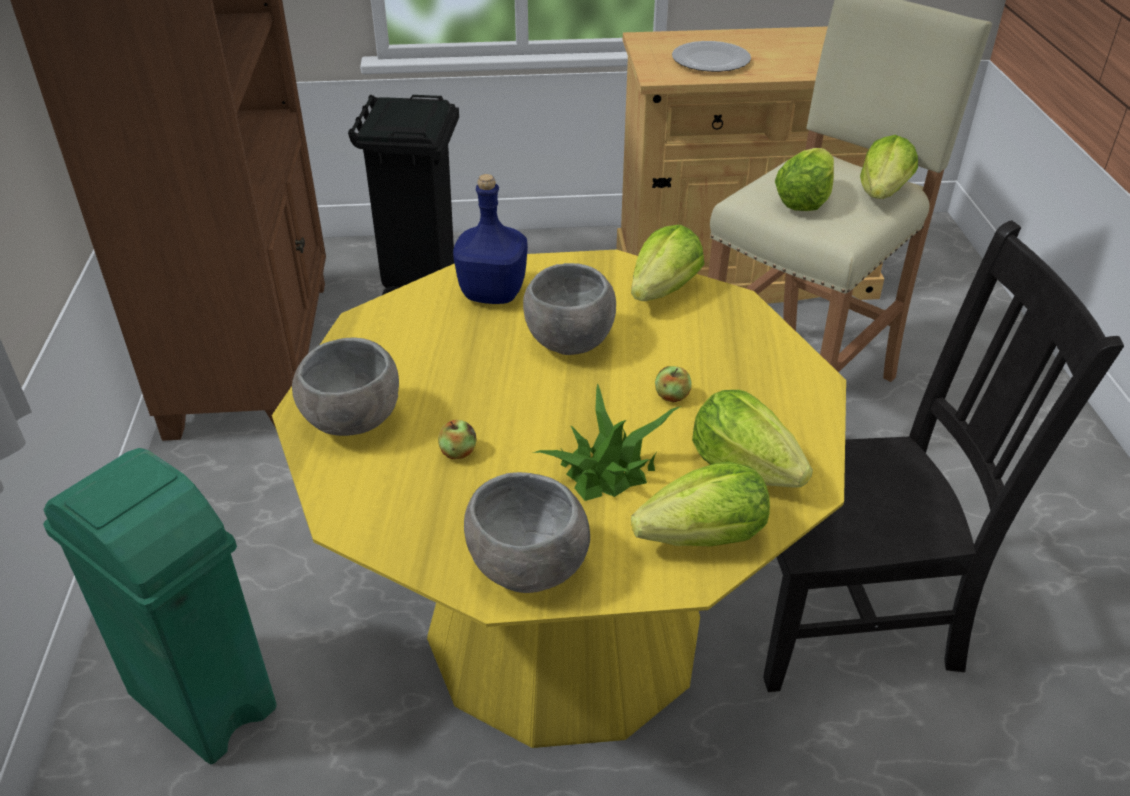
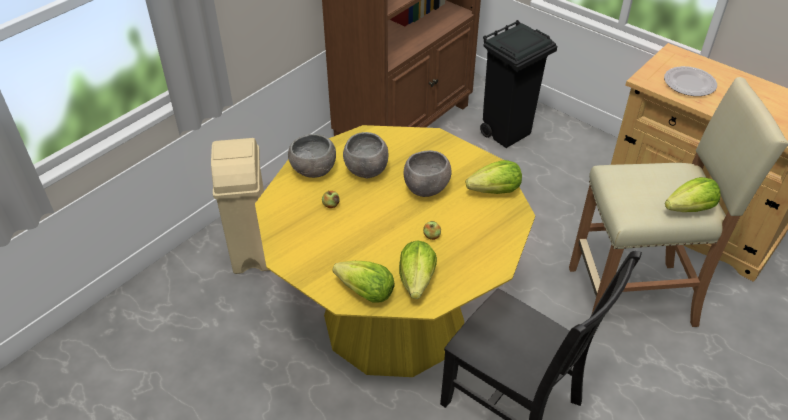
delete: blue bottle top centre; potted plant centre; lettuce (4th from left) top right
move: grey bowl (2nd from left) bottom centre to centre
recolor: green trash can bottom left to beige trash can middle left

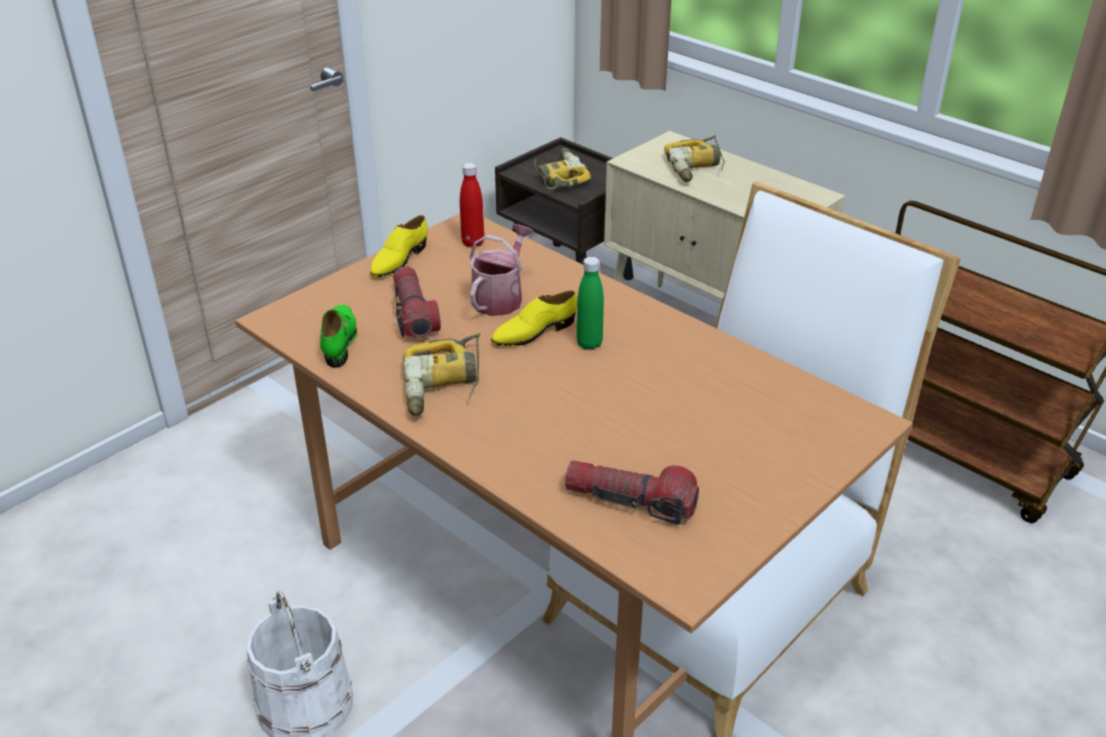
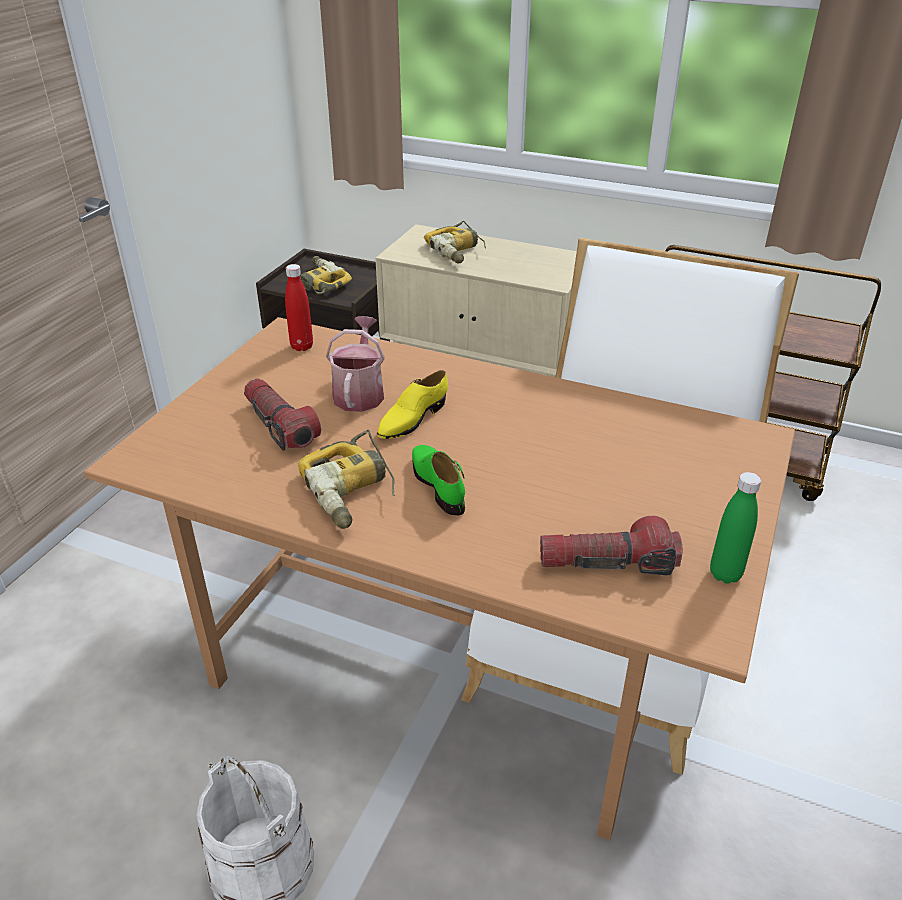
delete: yellow shoe (1st from left) centre
move: green shoe middle left to centre; green bottle centre to middle right

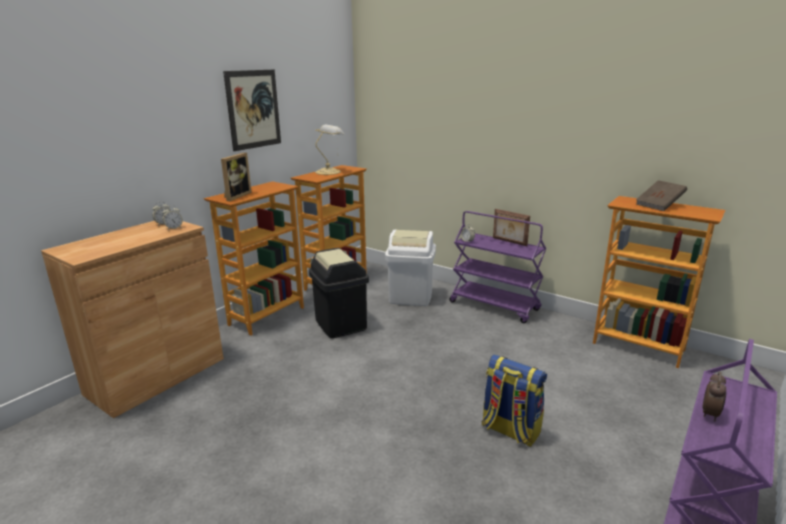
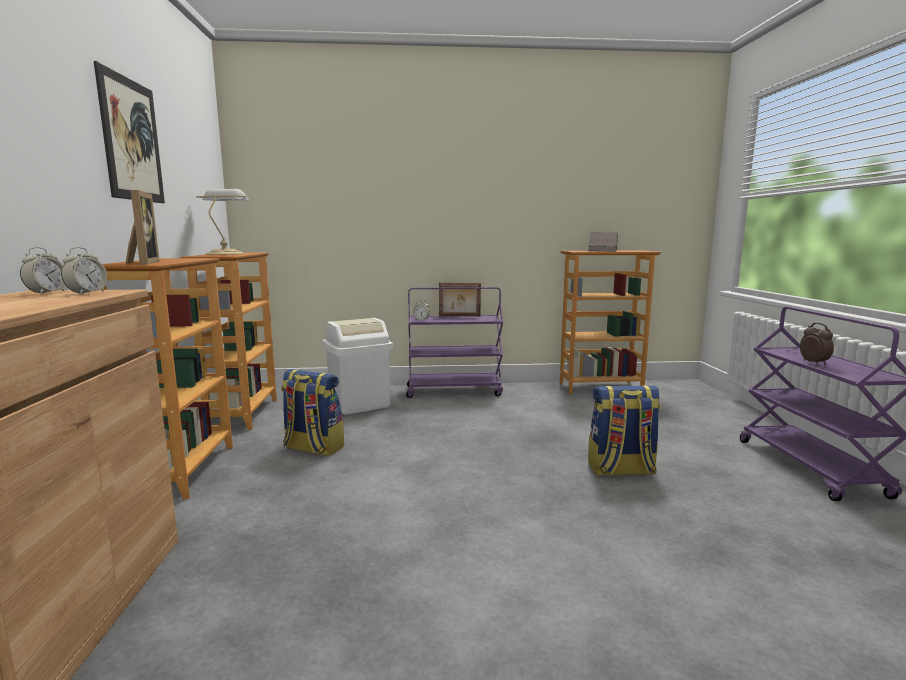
replace: black trash can centre to backpack (1st from left) centre

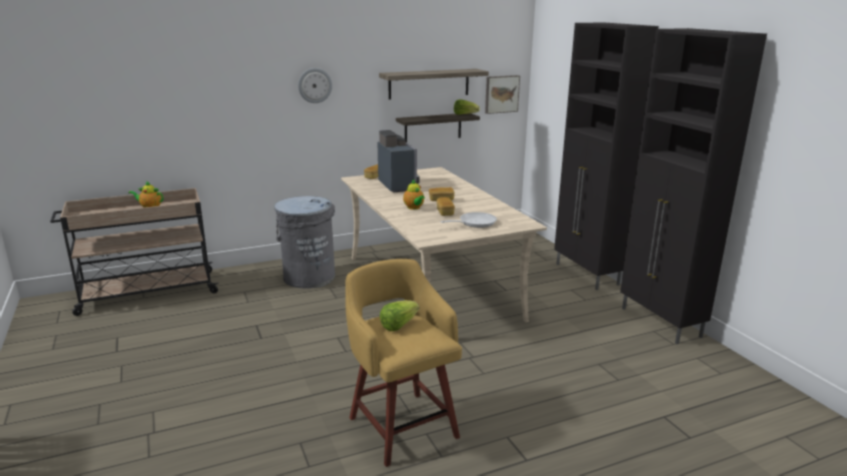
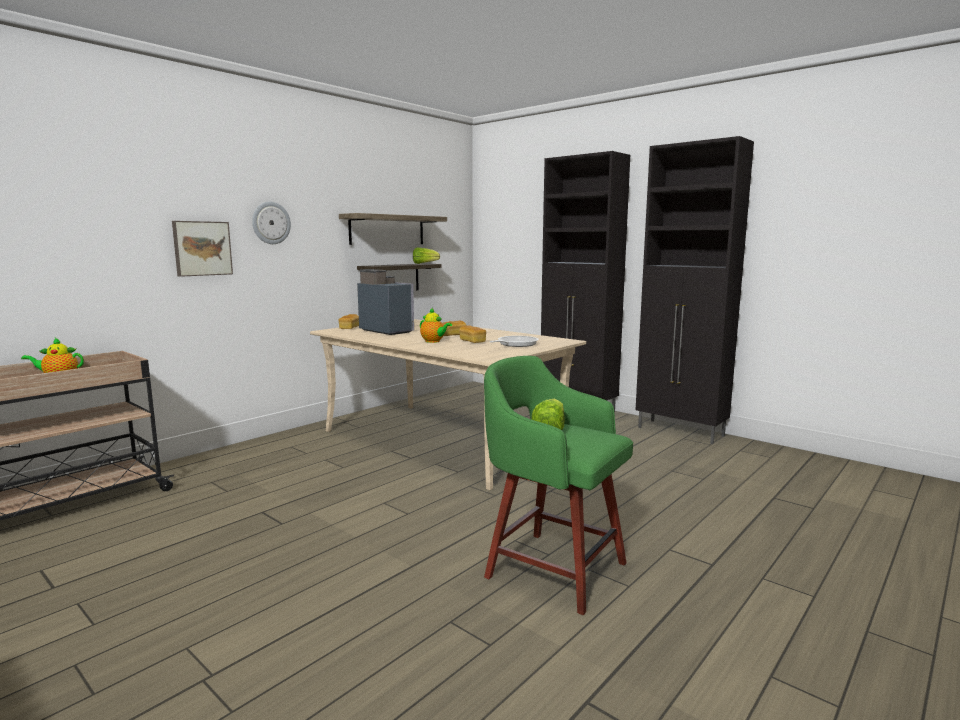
delete: grey trash can centre
move: picture top centre to middle left
recolor: yellow stool bottom centre to green stool bottom centre

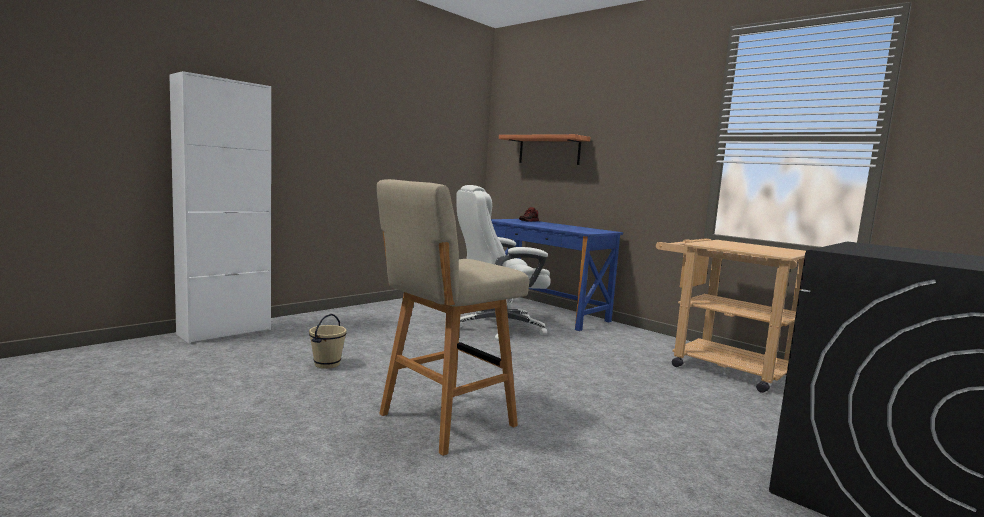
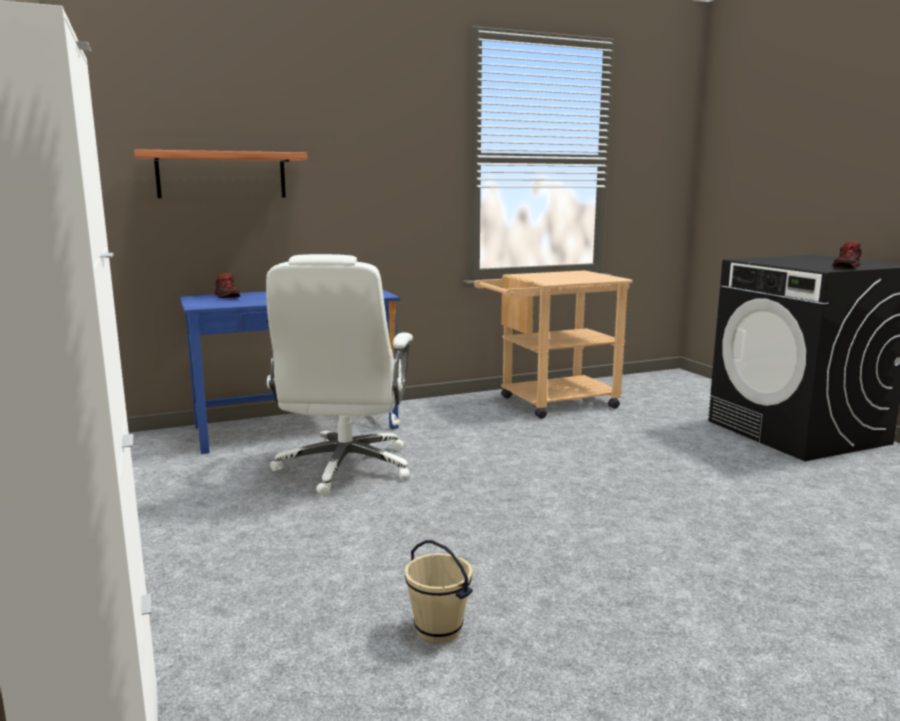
delete: beige stool centre
insert: shoe (2nd from left) middle right

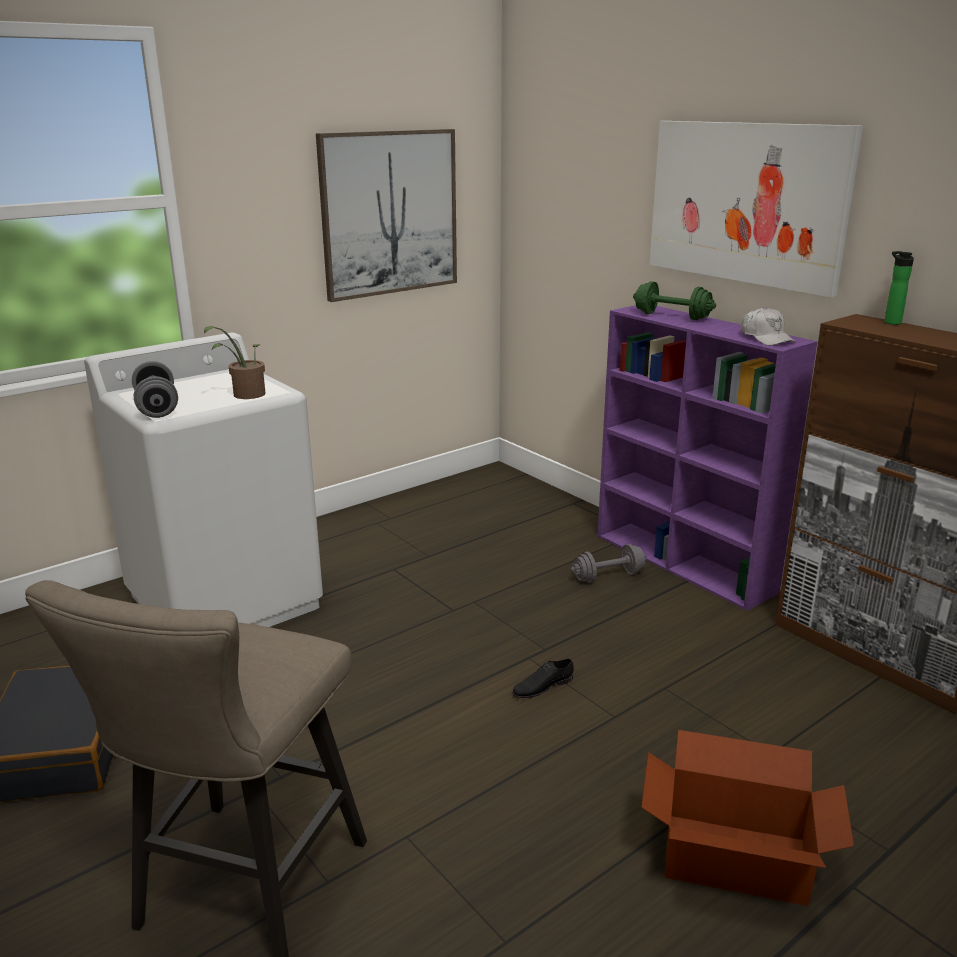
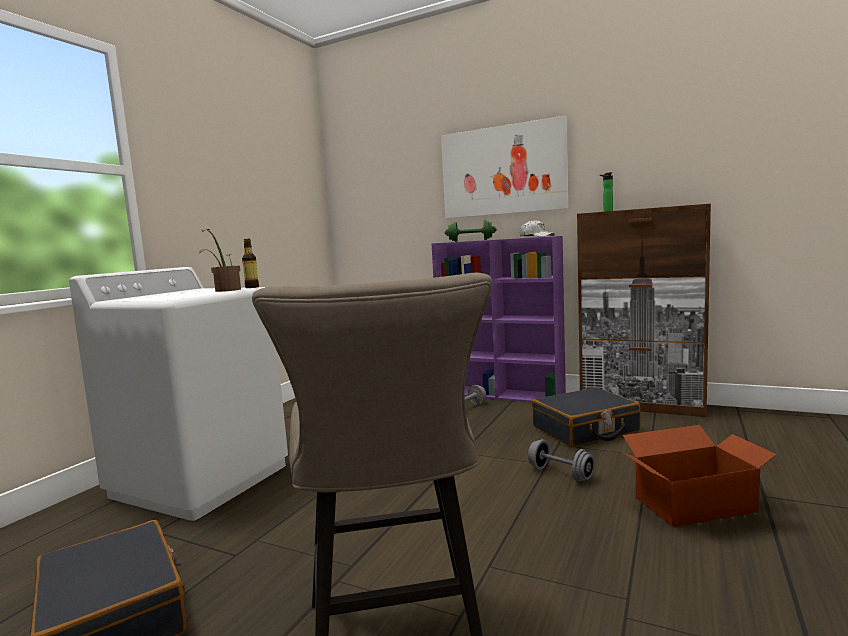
delete: picture (1st from left) top centre; black shoe bottom centre
insert: bottle (1st from left) middle left; black suitcase (2nd from left) middle right
move: grey dumbbell (1st from left in the first image) middle left to grey dumbbell (2nd from left) bottom centre

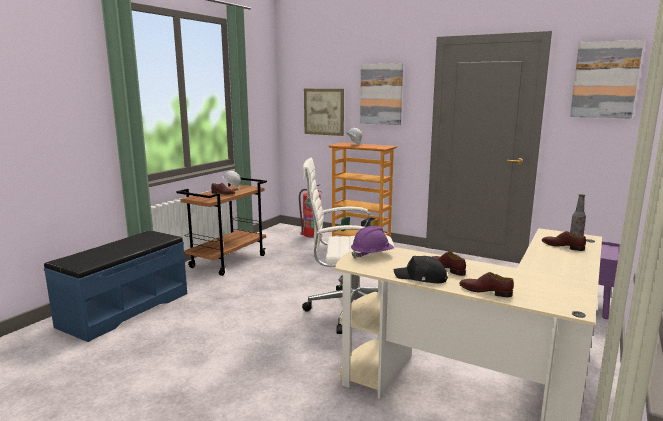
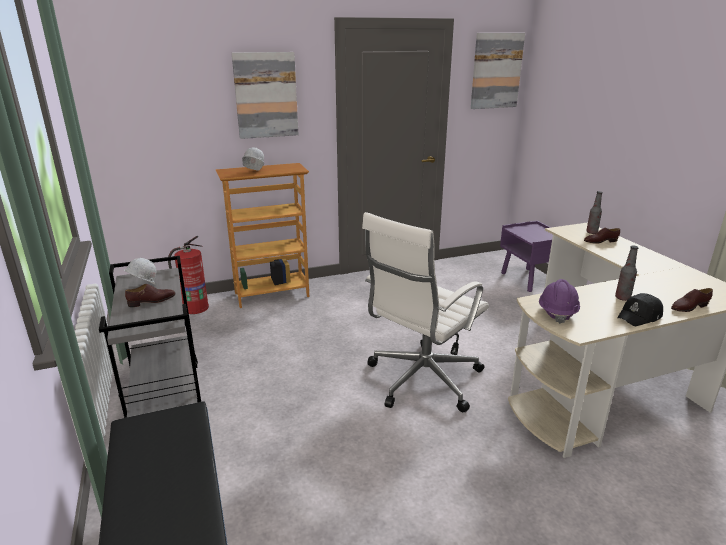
delete: picture (1st from left) top centre
replace: brown shoe (2nd from left) middle right to bottle (2nd from left) middle right
recolor: brown cart centre to grey cart middle left

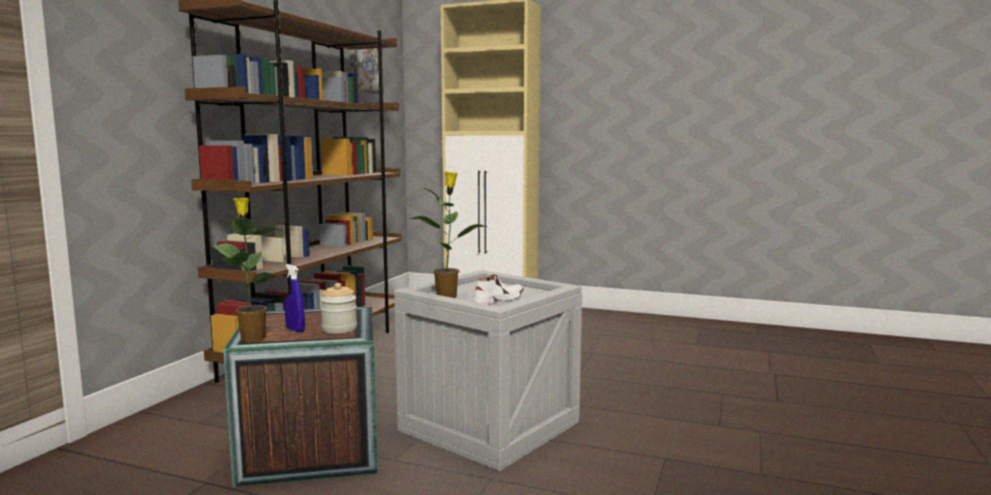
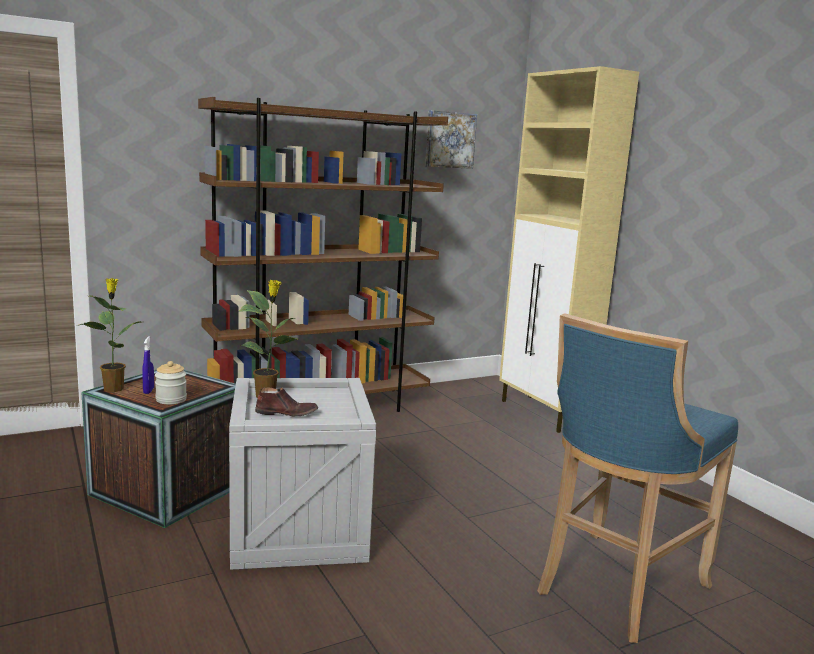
insert: blue stool bottom right
recolor: white shoe centre to brown shoe centre

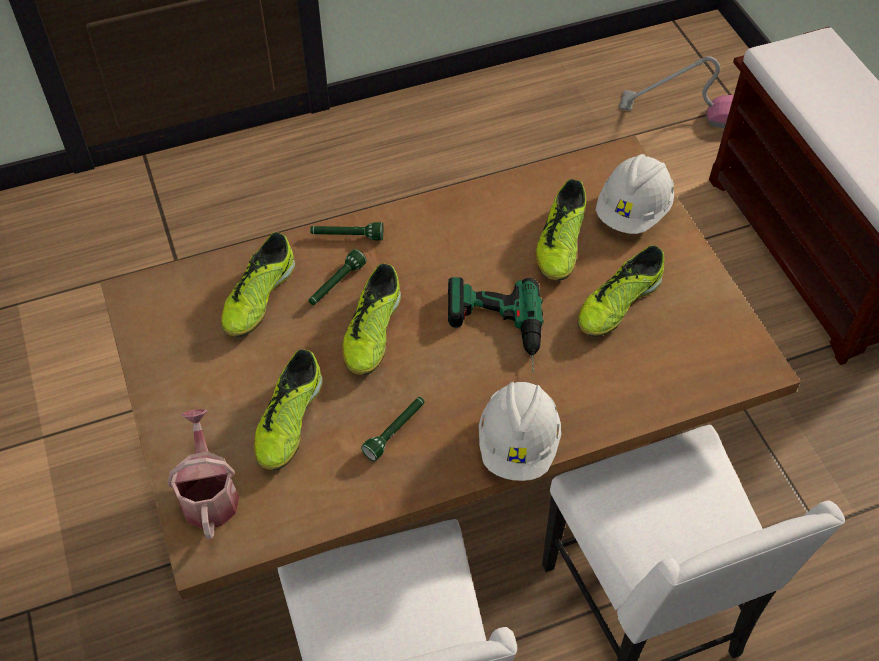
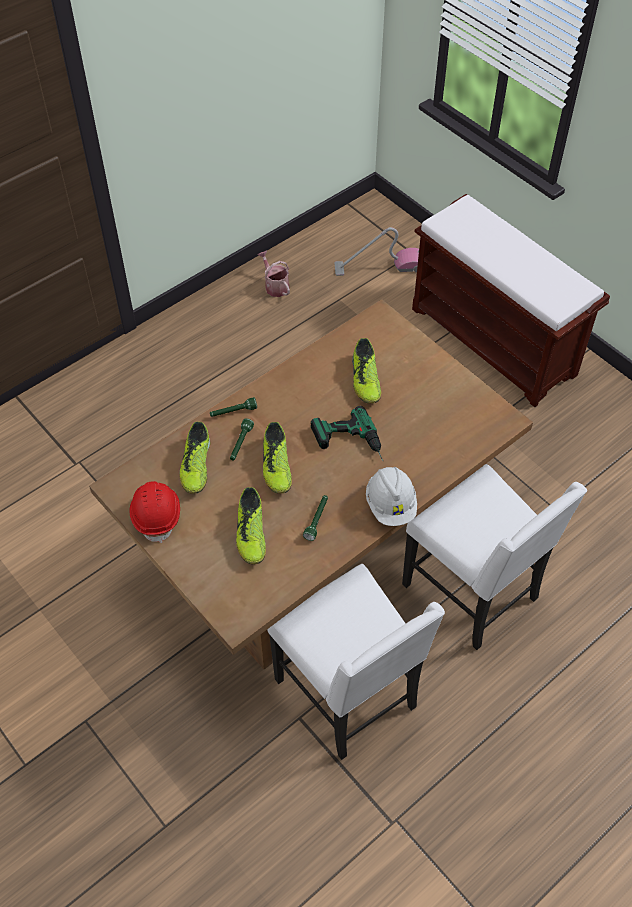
delete: shoe (5th from left) middle right; white hard hat (2nd from left) top right
insert: red hard hat middle left
move: watering can bottom left to top centre

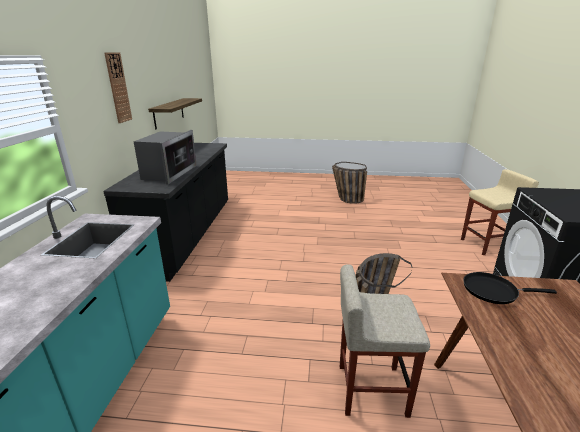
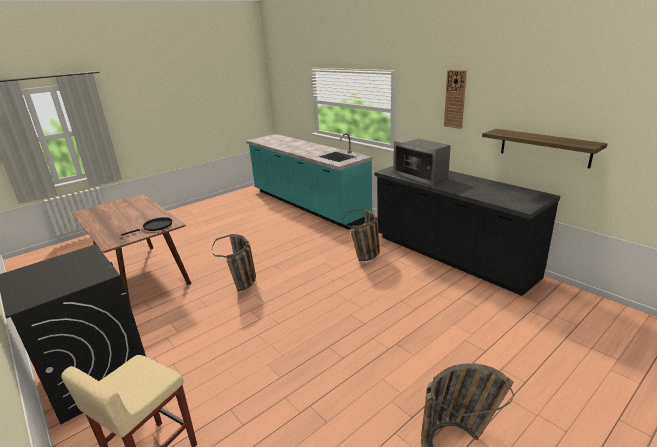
delete: beige stool (1st from left) bottom centre
insert: basket (2nd from left) centre

